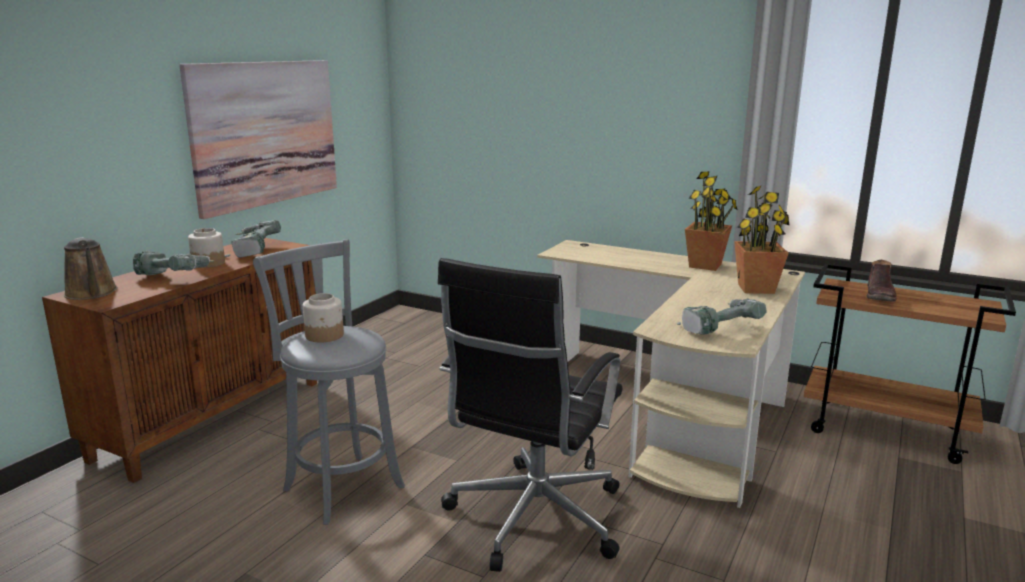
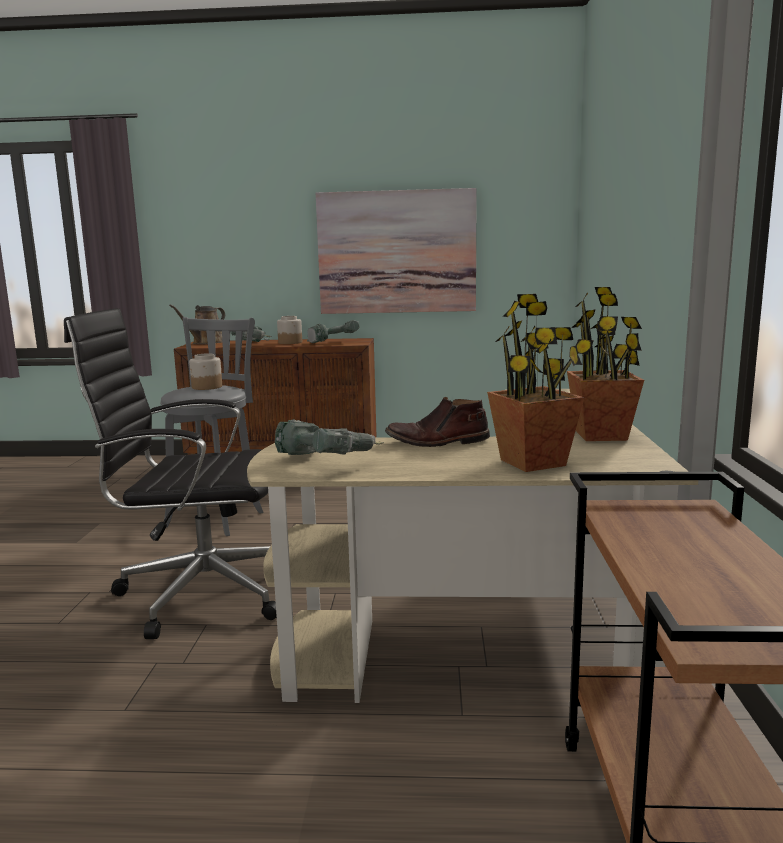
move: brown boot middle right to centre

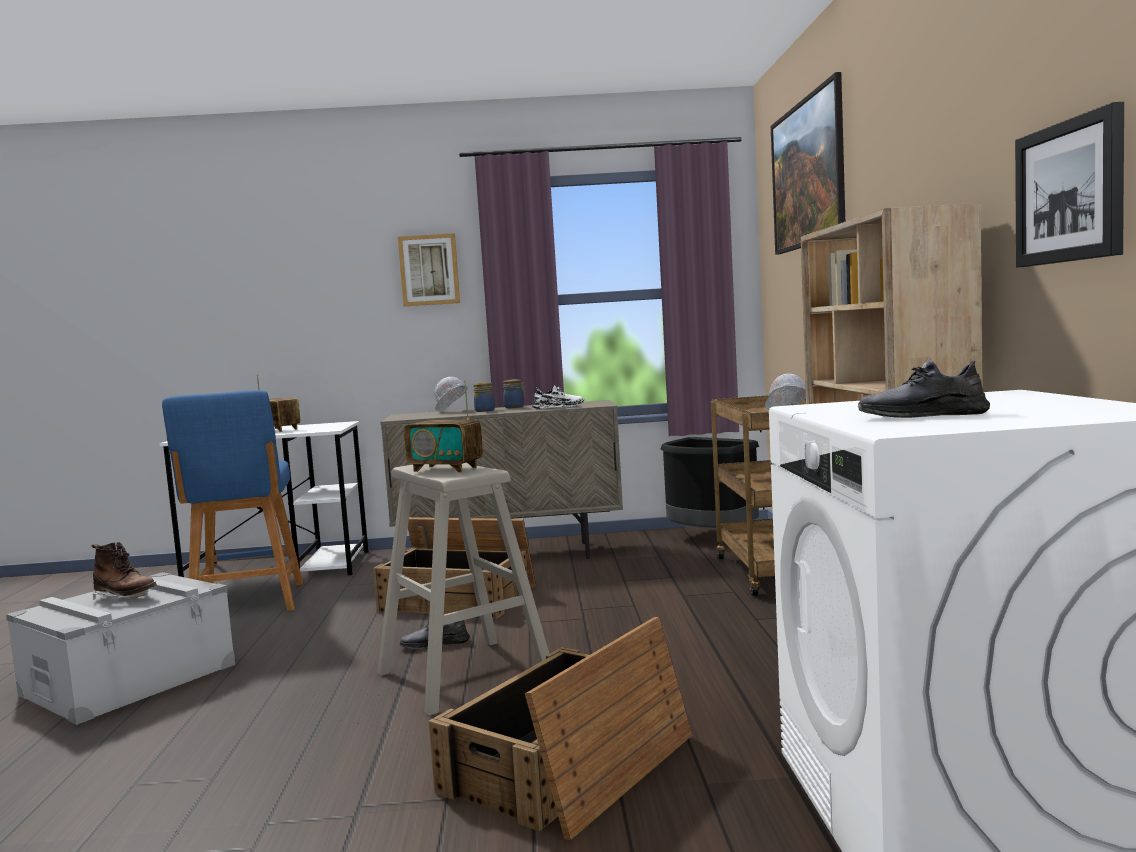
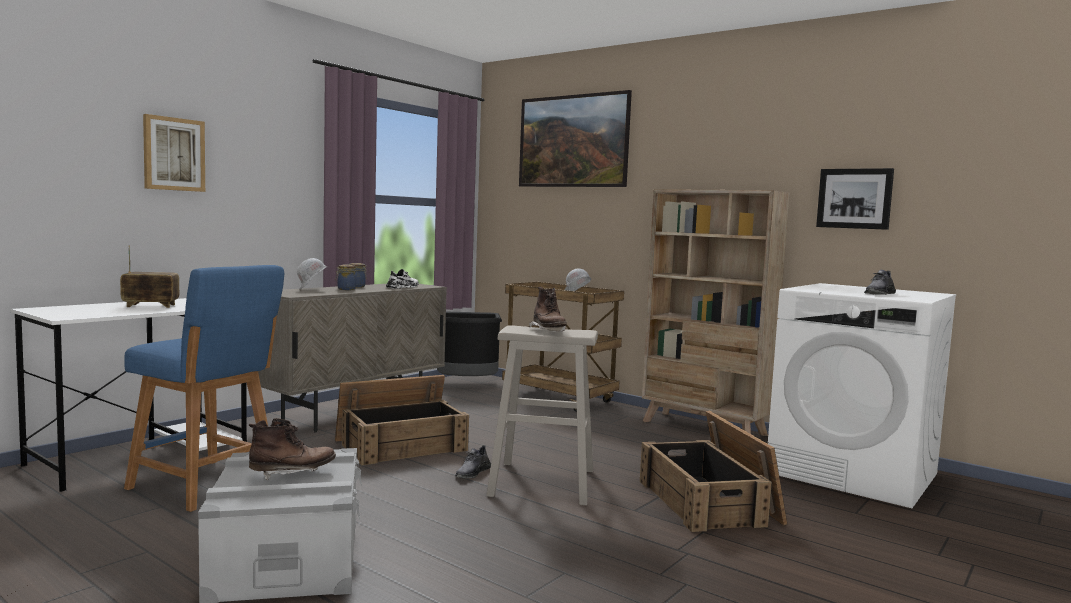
move: picture (1st from left) top centre to top left
replace: radio (2nd from left) centre to brown boot (2nd from left) centre

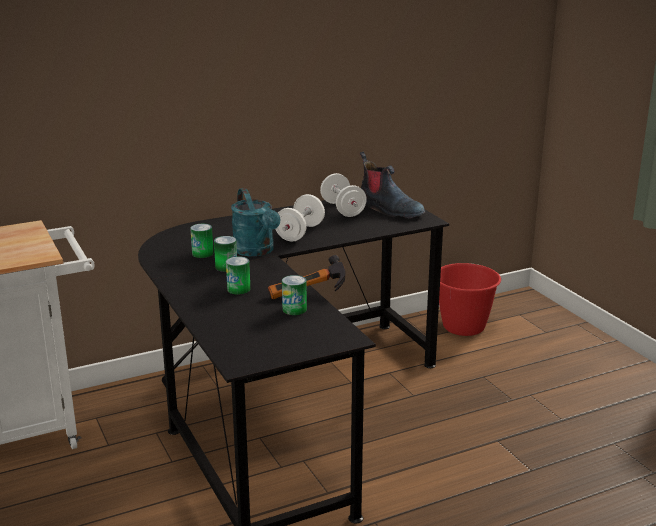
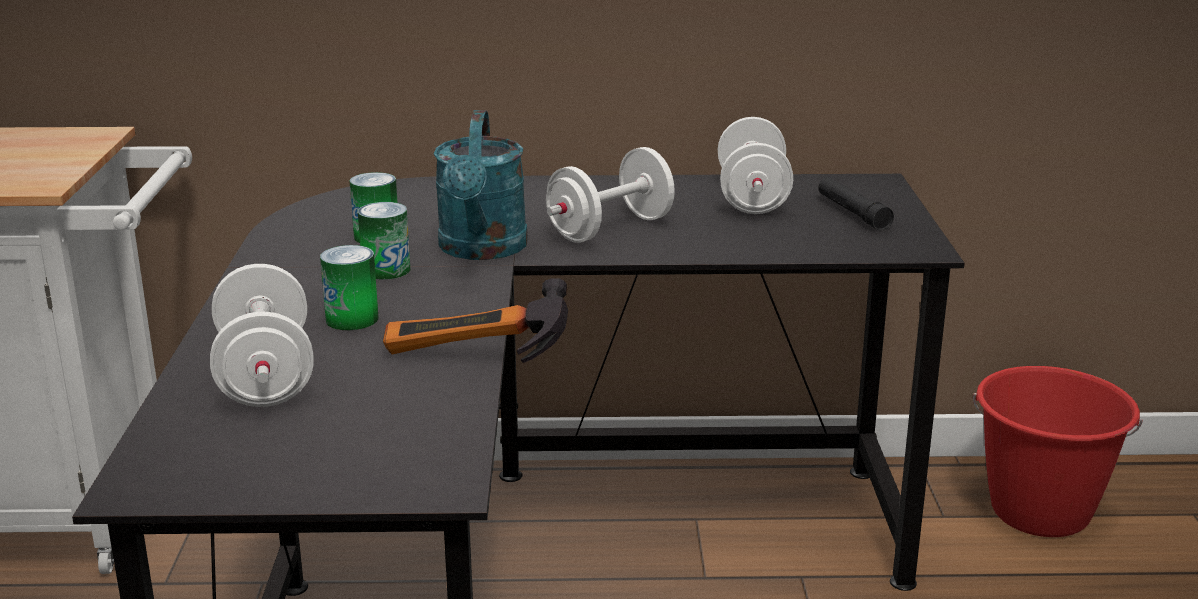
delete: can (4th from left) centre
insert: white dumbbell (1st from left) middle left
replace: boot centre to black flashlight middle right

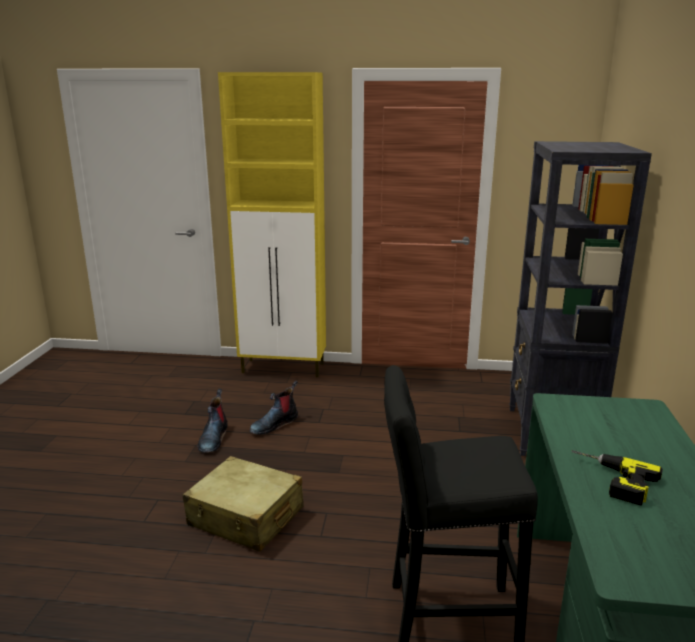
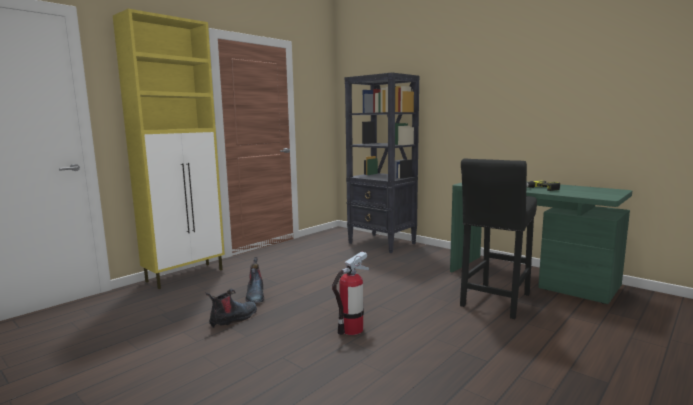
replace: beige suitcase bottom centre to fire extinguisher bottom centre
rotate: boot (1st from left) middle left = bottom centre 90 degrees counterclockwise

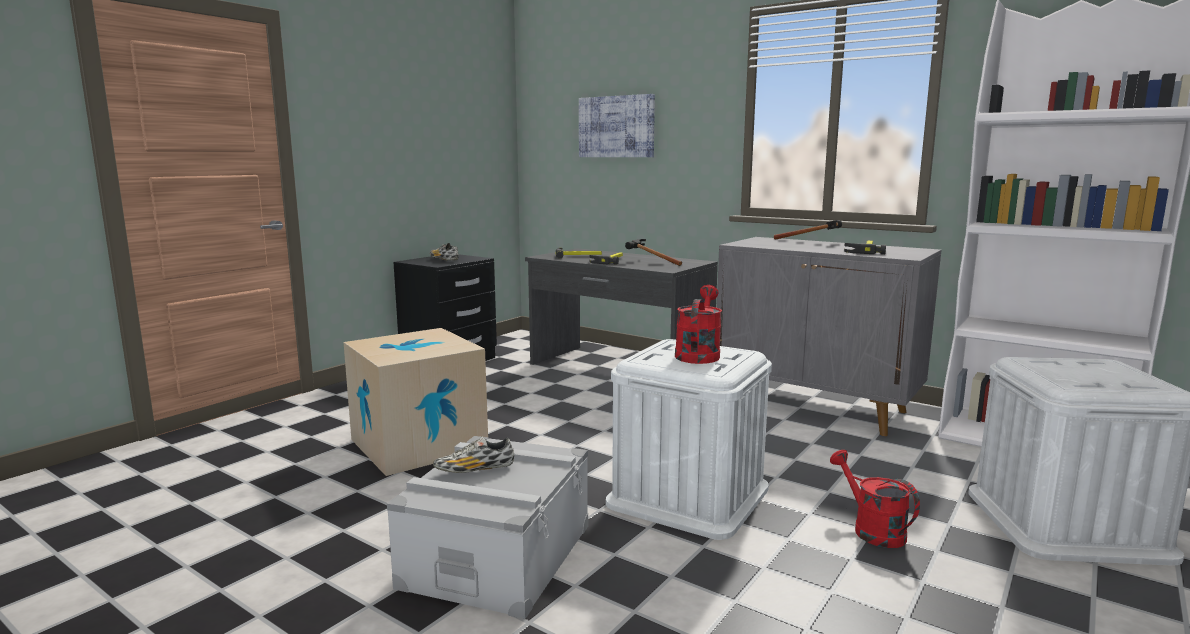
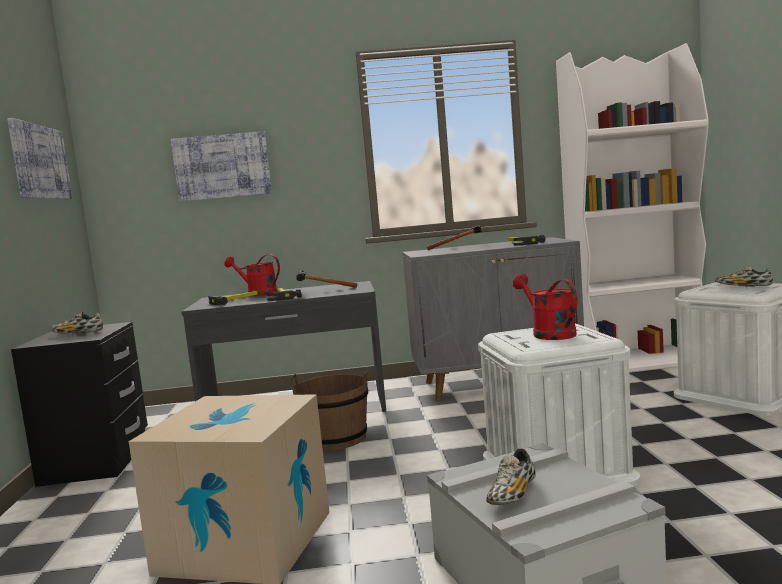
insert: picture (1st from left) top left; brown bucket bottom centre; shoe (3rd from left) middle right
move: red watering can (2nd from left in the first image) bottom right to red watering can (1st from left) middle left

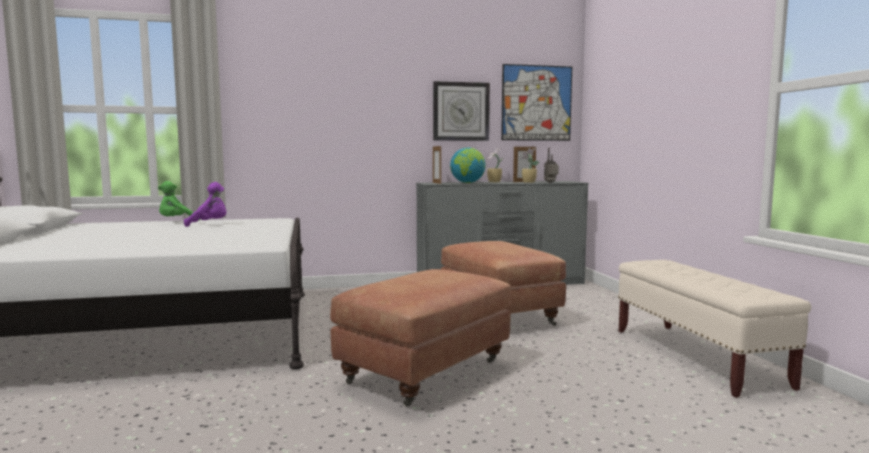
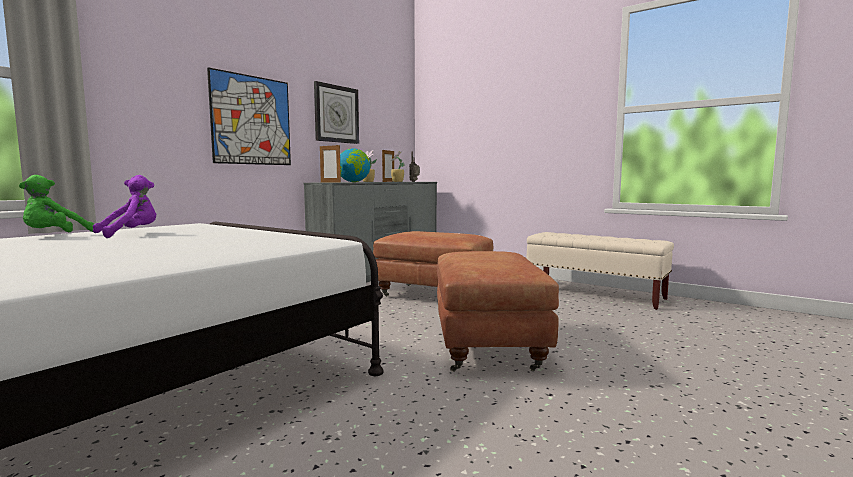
move: picture top centre to top left

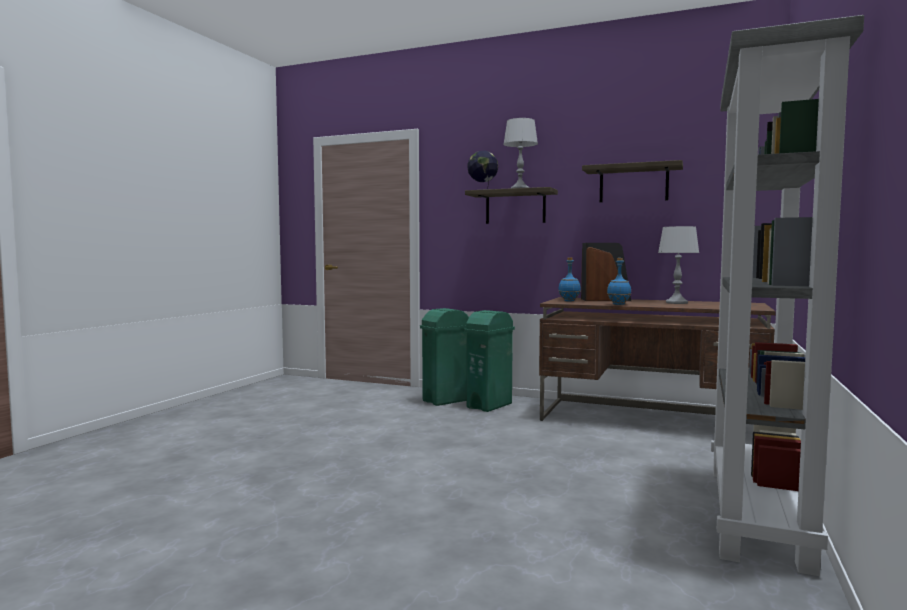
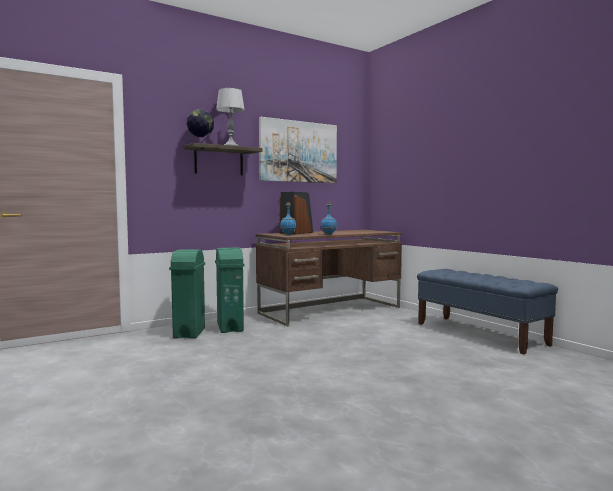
delete: grey table lamp (2nd from left) middle right
replace: shelf (2nd from left) top right to picture top centre; grey bookcase middle right to blue bench middle right

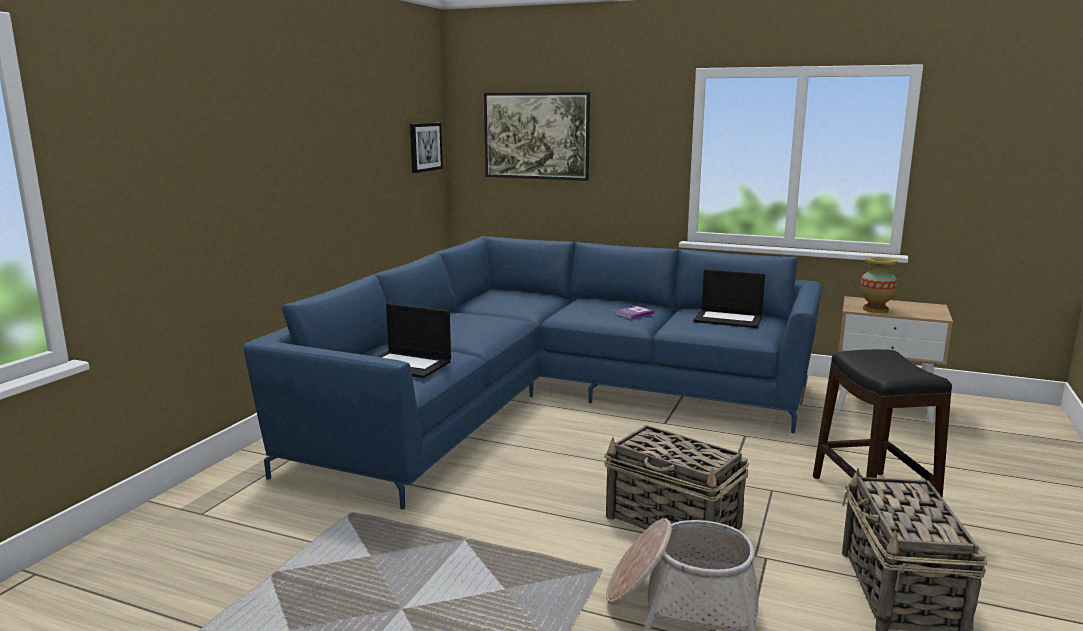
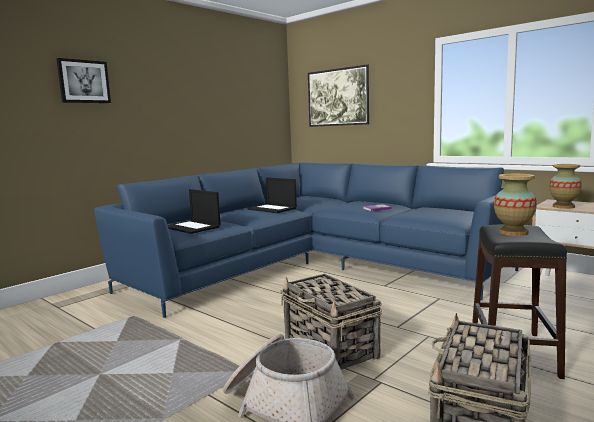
insert: vase (1st from left) middle right
move: picture (1st from left) top centre to top left; laptop (2nd from left) middle right to centre

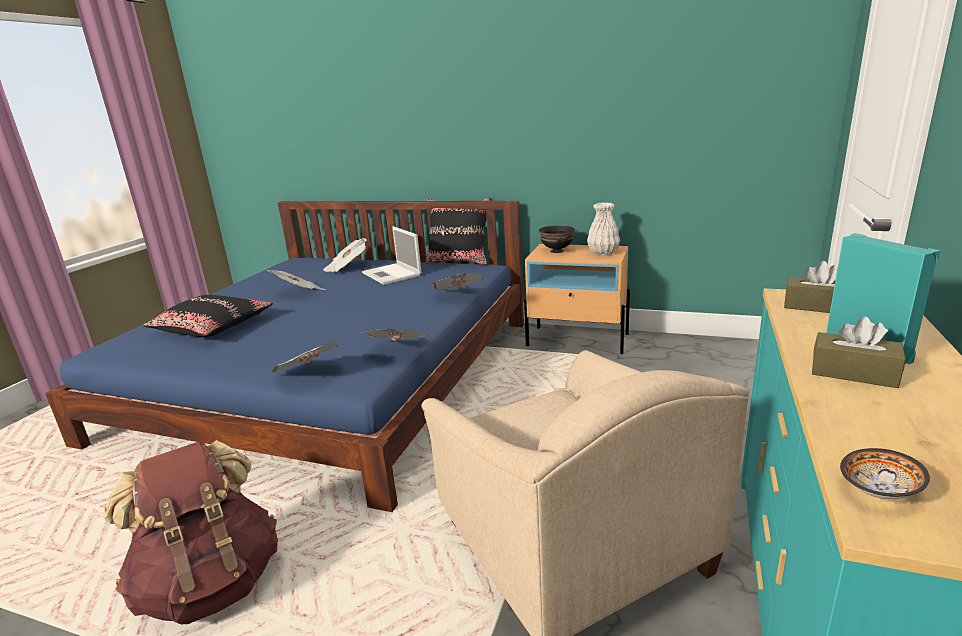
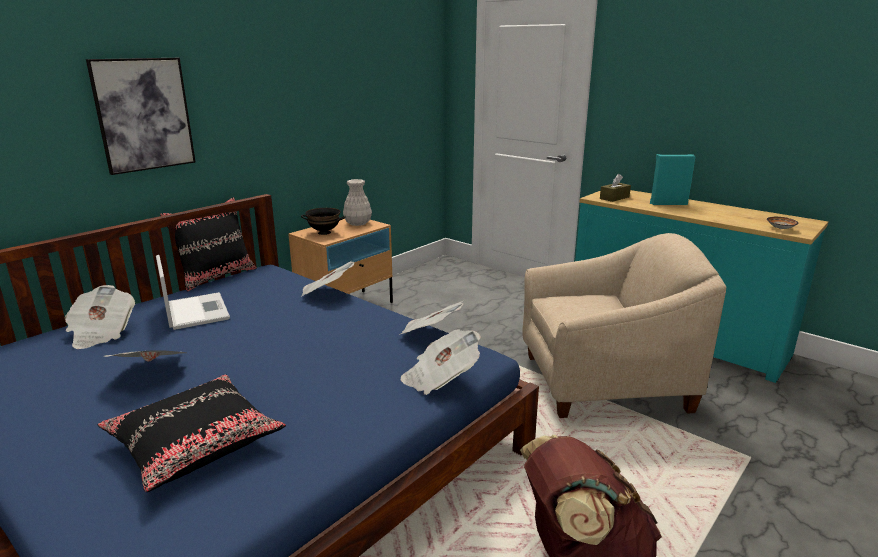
delete: brown tissue box (2nd from left) middle right
insert: picture top left
rotate: laptop centre = middle left 105 degrees counterclockwise

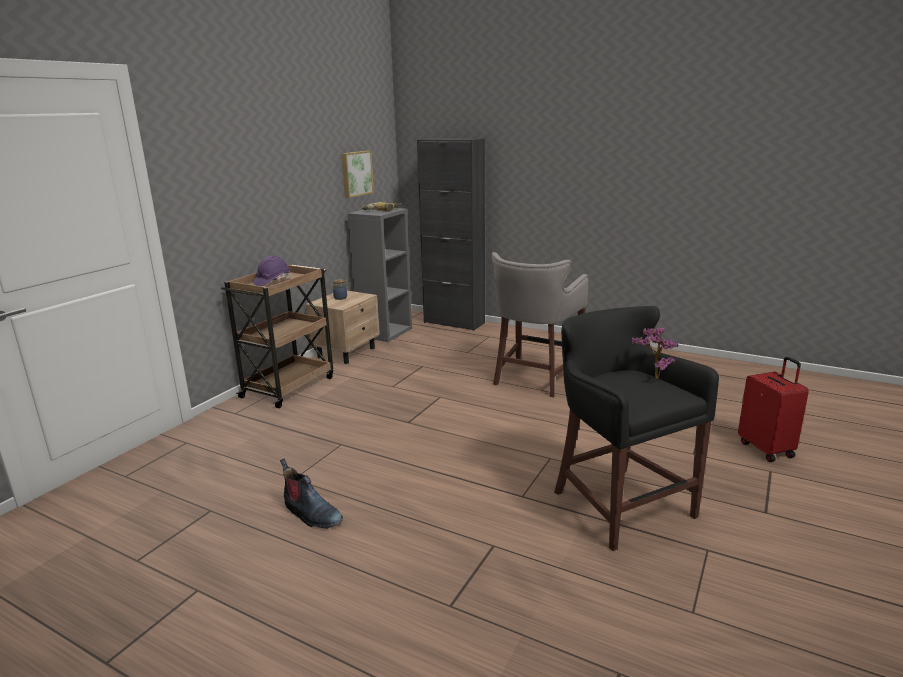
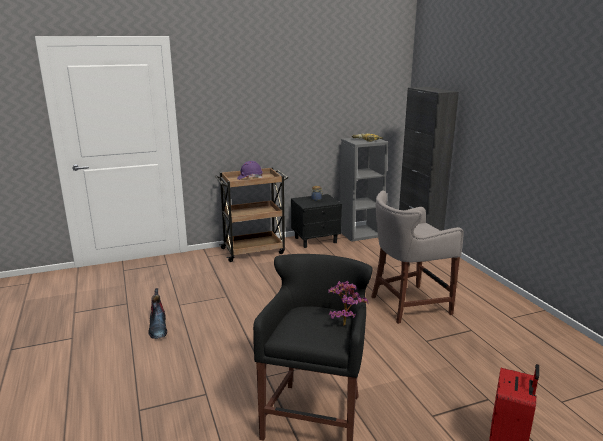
delete: picture top centre
recolor: beige nightstand centre to black nightstand centre

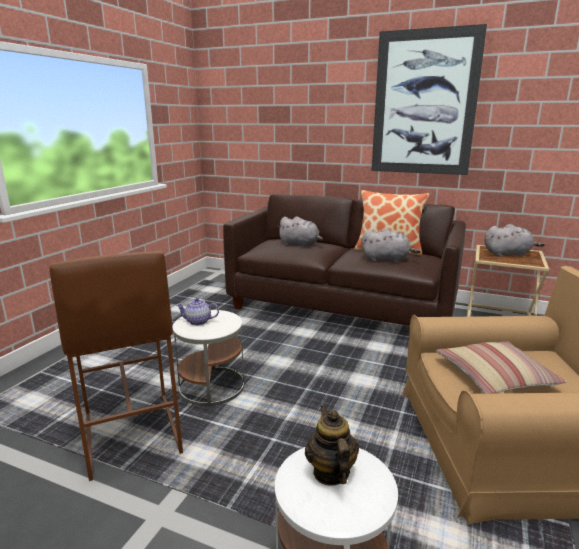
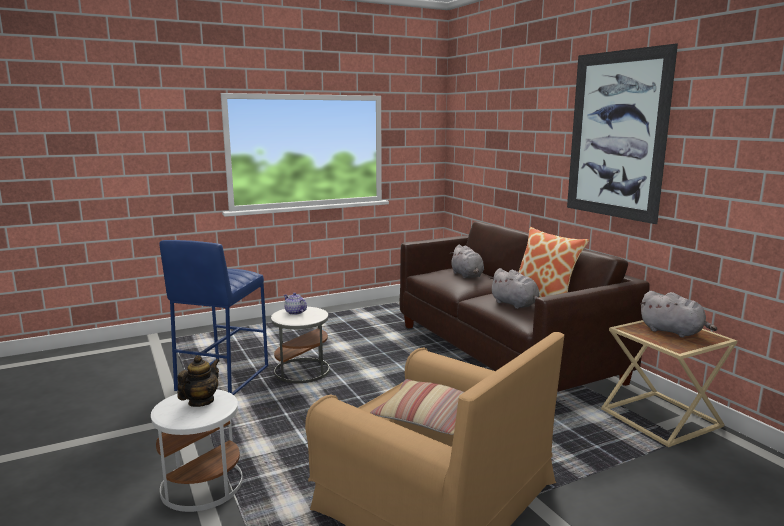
recolor: brown stool bottom left to blue stool middle left

